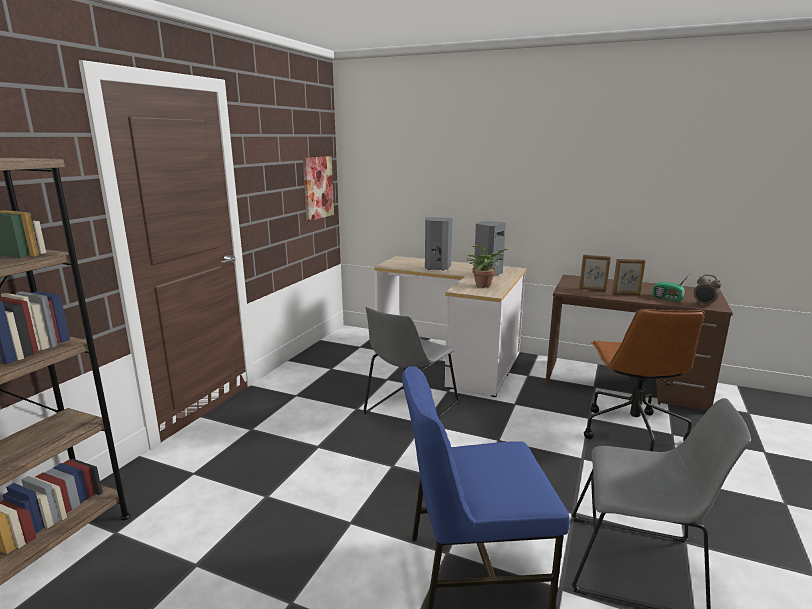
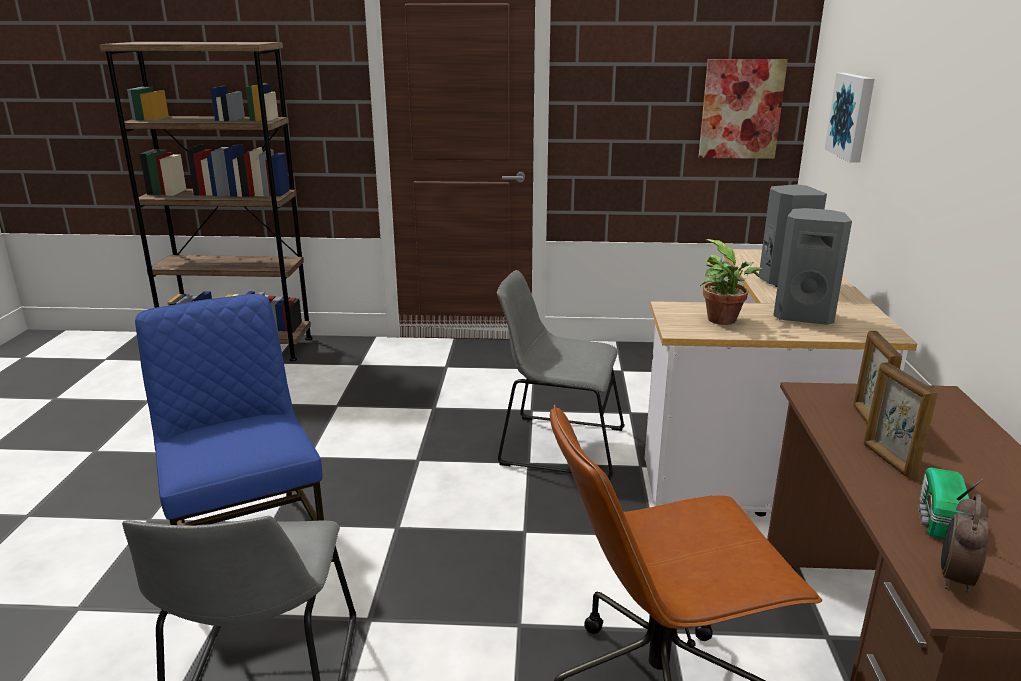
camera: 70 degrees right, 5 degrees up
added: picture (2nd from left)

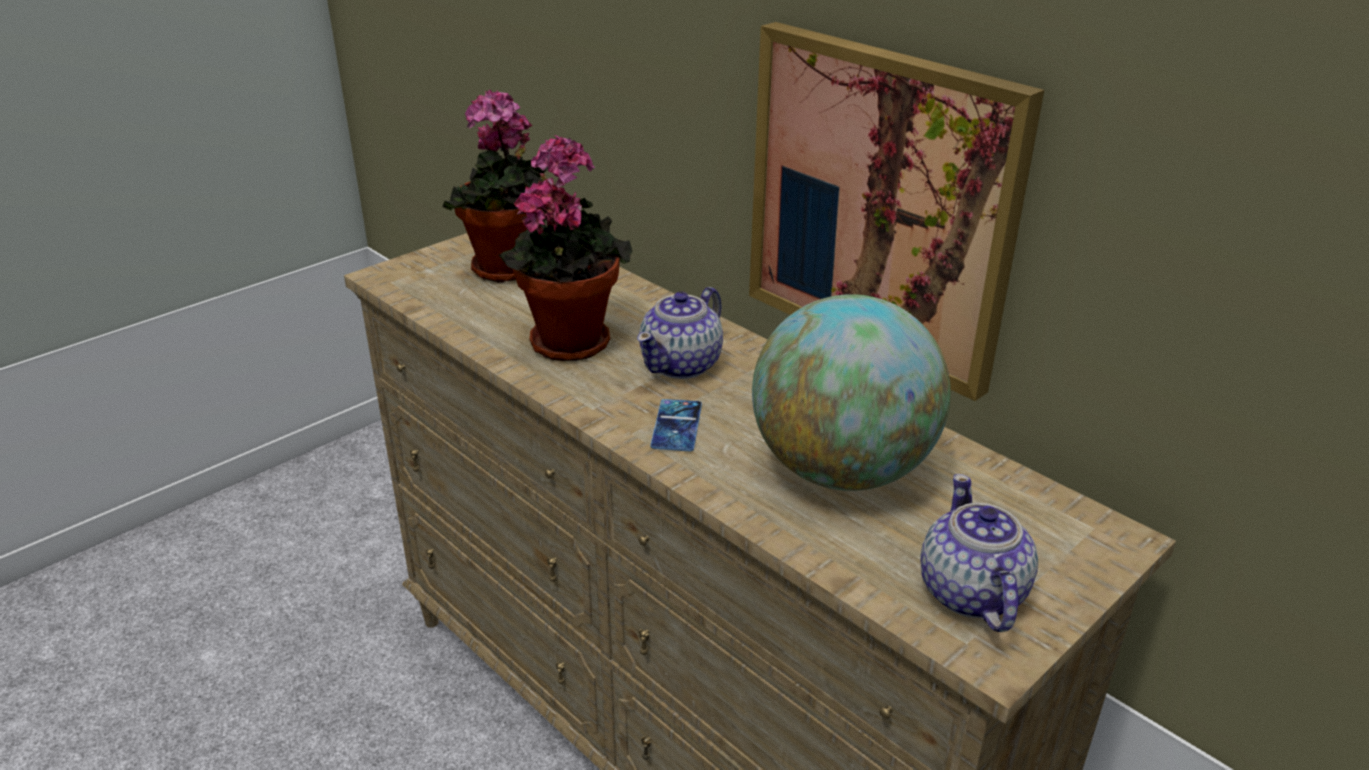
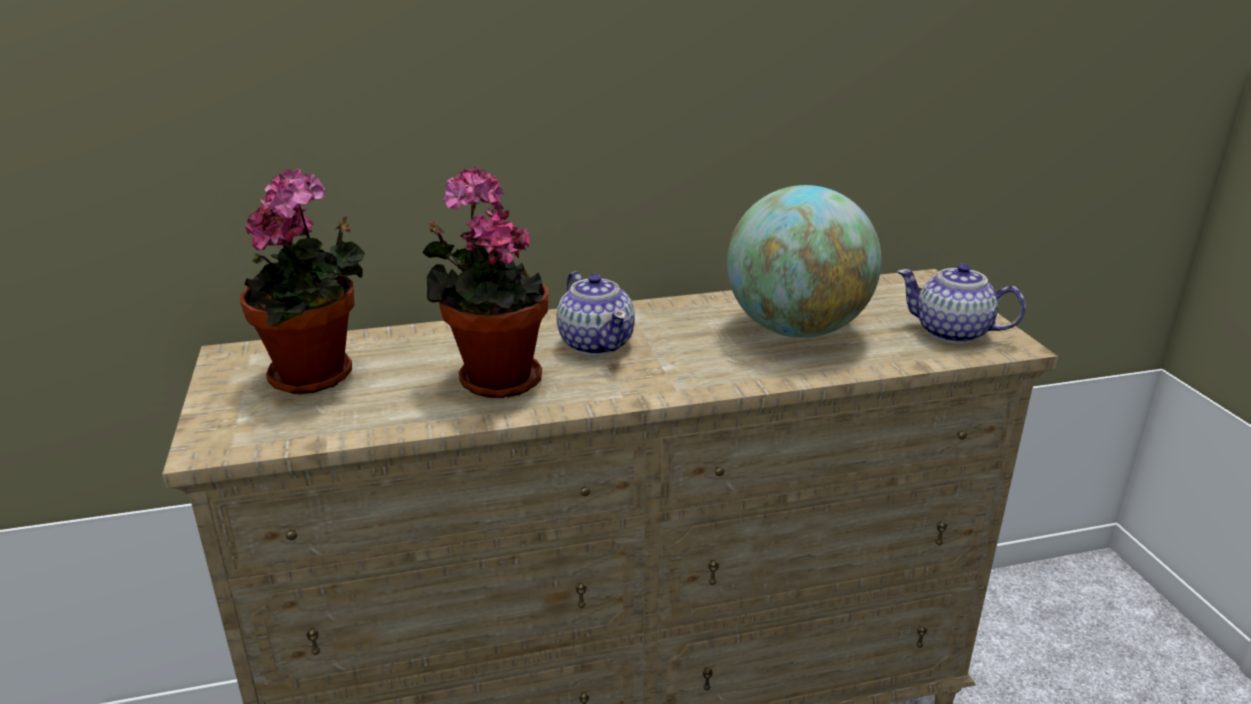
camera: 60 degrees left, 5 degrees down
removed: phone; picture

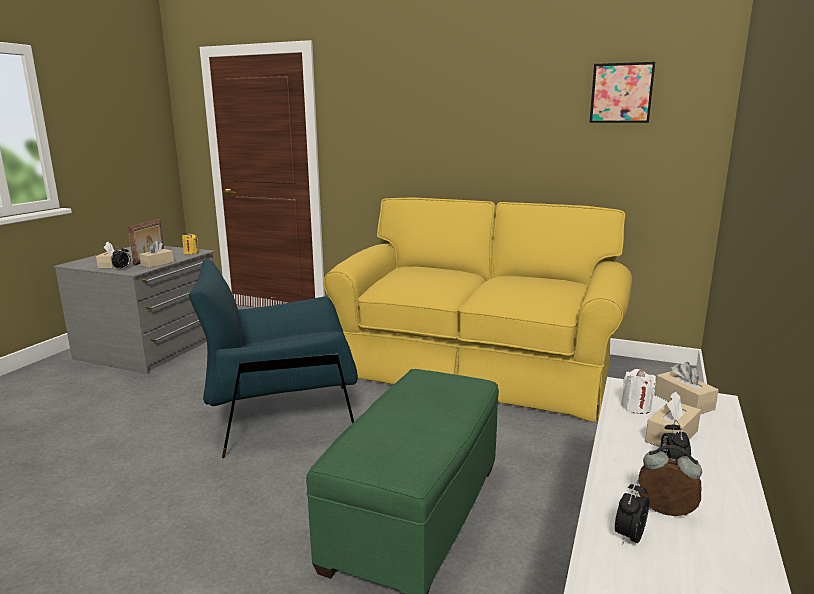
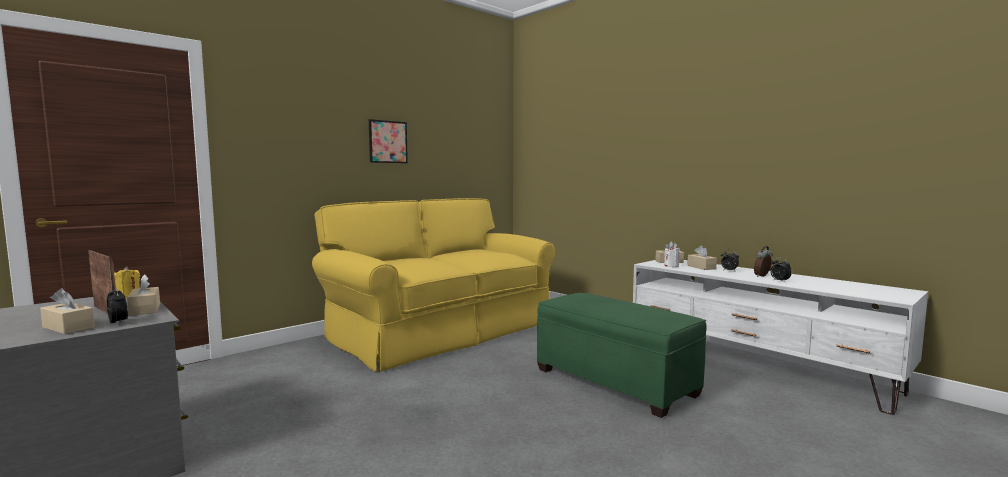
camera: 65 degrees left, 10 degrees down
removed: blue armchair
moved: picture

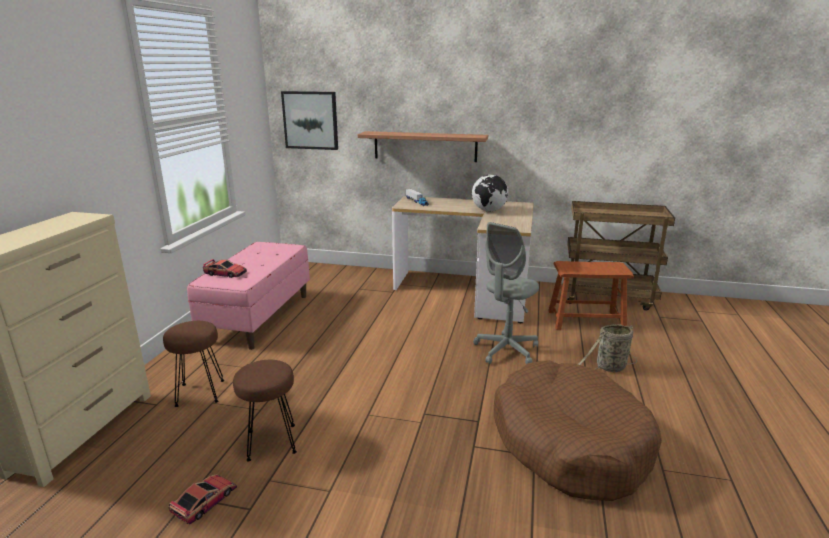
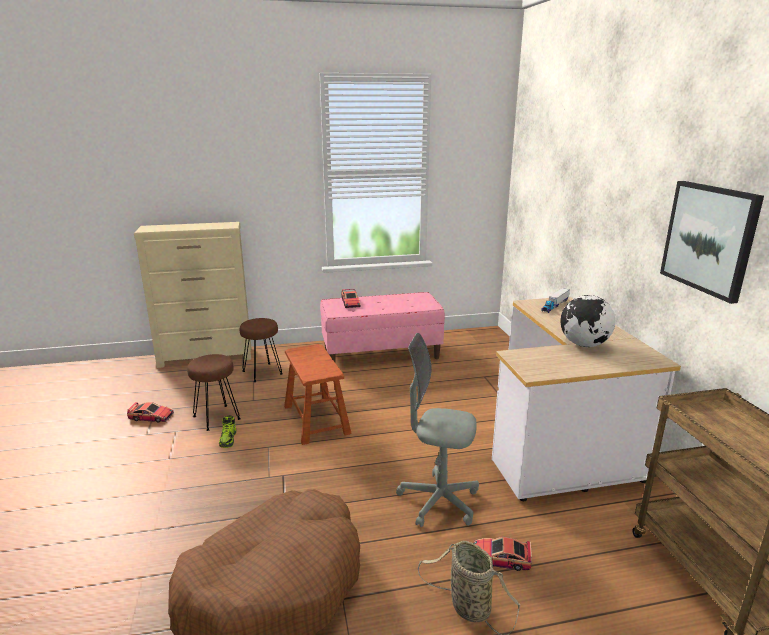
camera: 65 degrees right, 0 degrees up
removed: shelf
added: shoe; toy car (3rd from left)
moved: picture; brown stool (3rd from left)

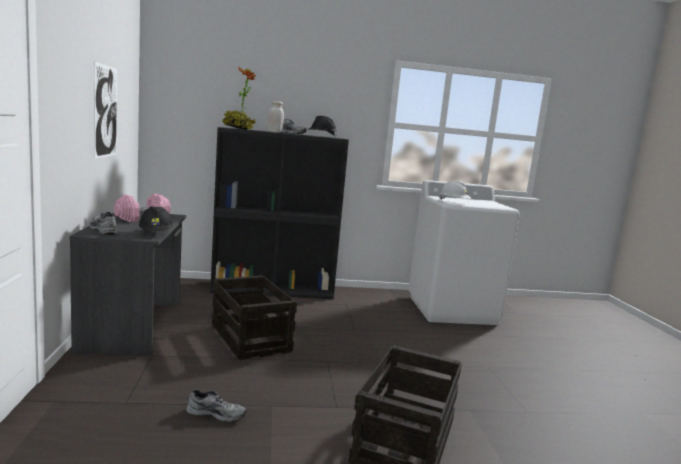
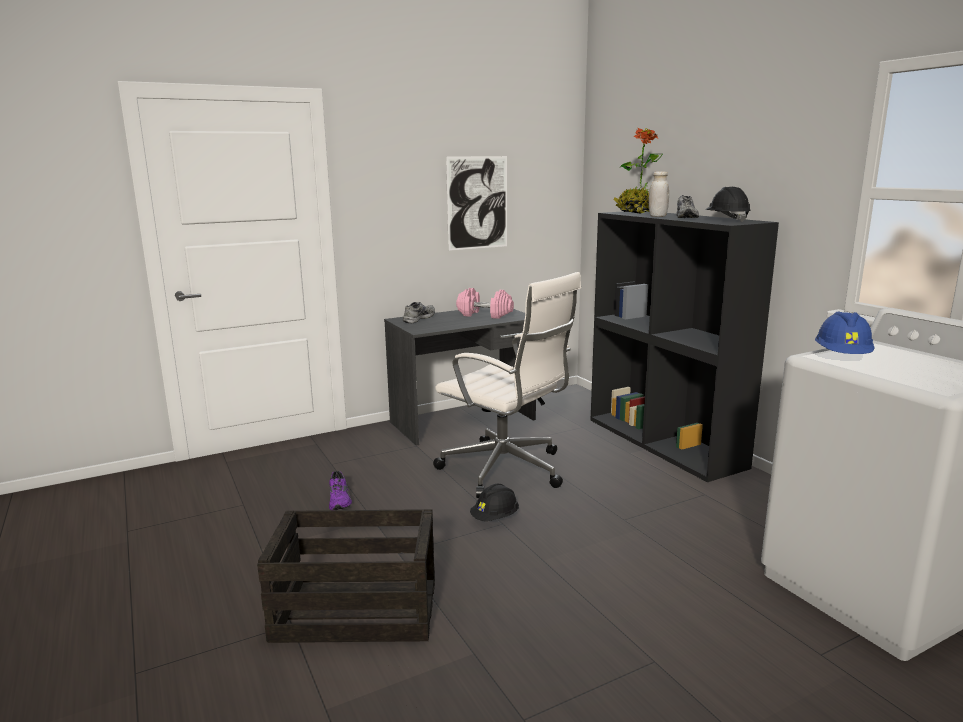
camera: 70 degrees right, 5 degrees up
moved: black hard hat (1st from left)
replaced: crate (1st from left) to white office chair
recoloured: grey shoe (2nd from left) to purple shoe; white hard hat to blue hard hat

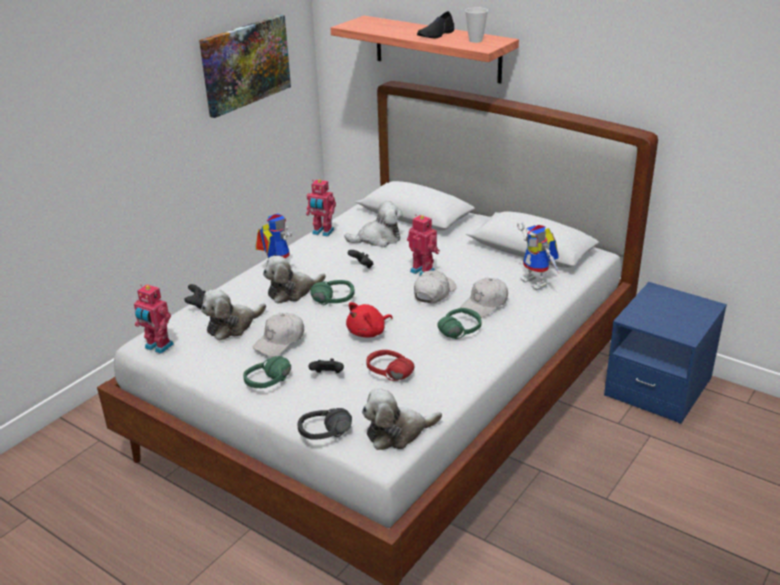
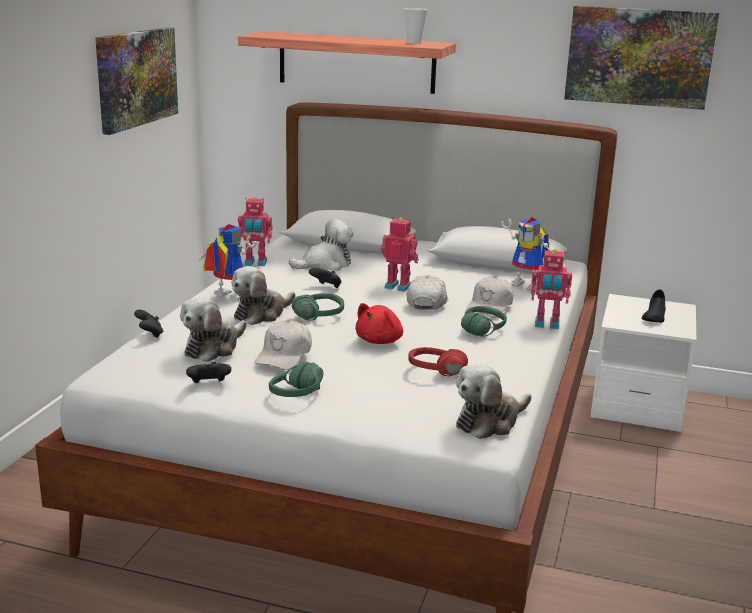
camera: 20 degrees left, 10 degrees down
removed: black headphones
added: picture (2nd from left)
moved: toy robot (1st from left in the first image) to toy robot (5th from left); black game controller (2nd from left); black shoe
recoloured: blue nightstand to white nightstand

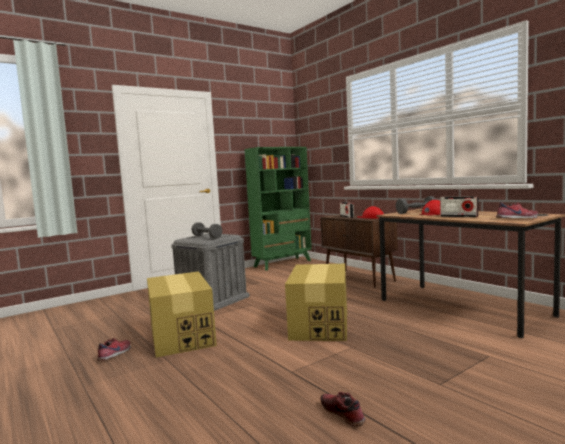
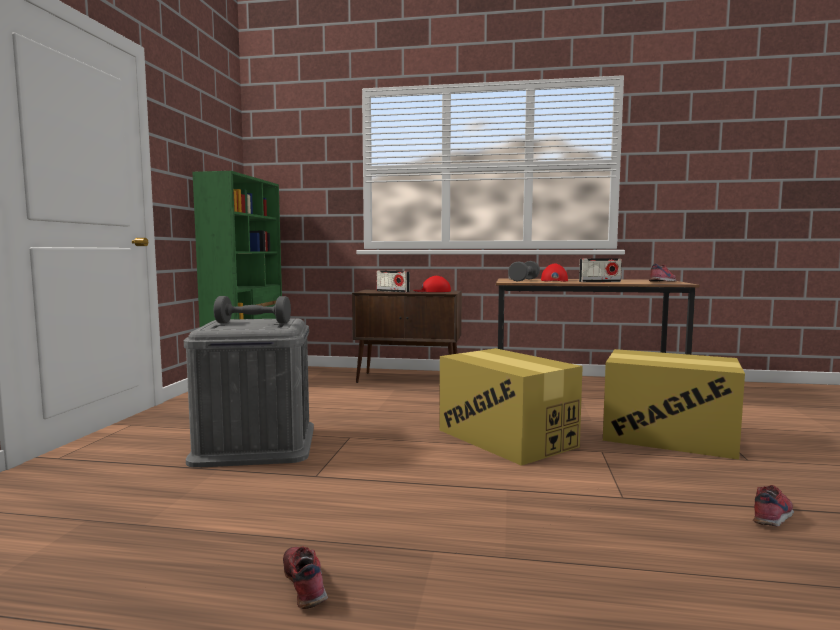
camera: 45 degrees left, 0 degrees up
moved: cardboard box (1st from left in the first image) to cardboard box (2nd from left)
turned: shoe (2nd from left in the first image) 120 degrees clockwise

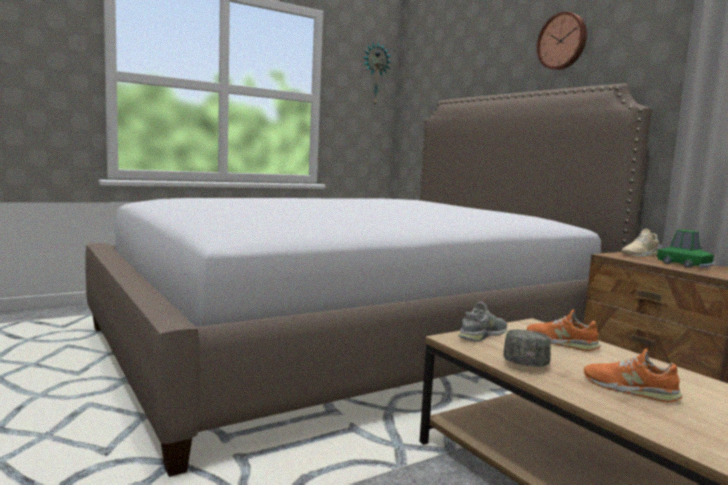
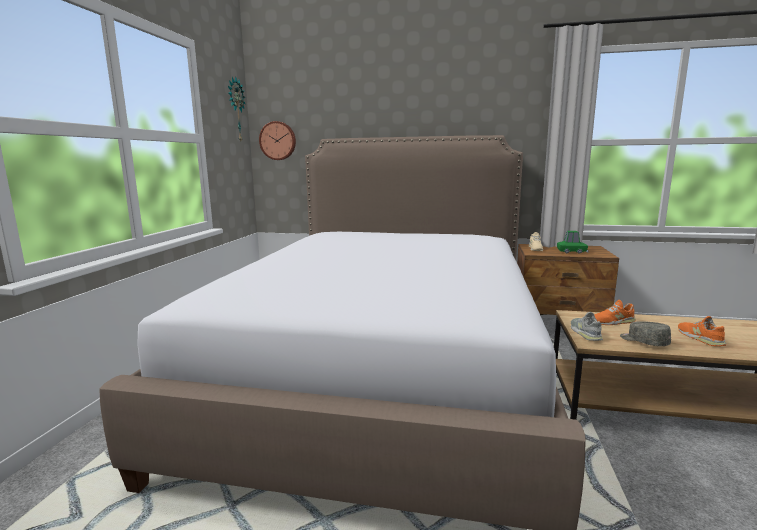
camera: 45 degrees left, 5 degrees up
moved: wall clock (2nd from left)
turned: orange shoe (2nd from left) 90 degrees clockwise

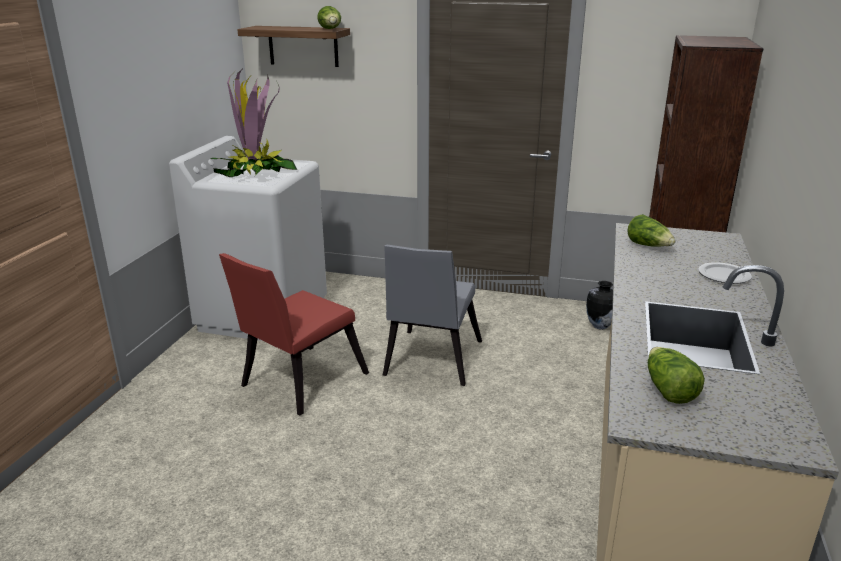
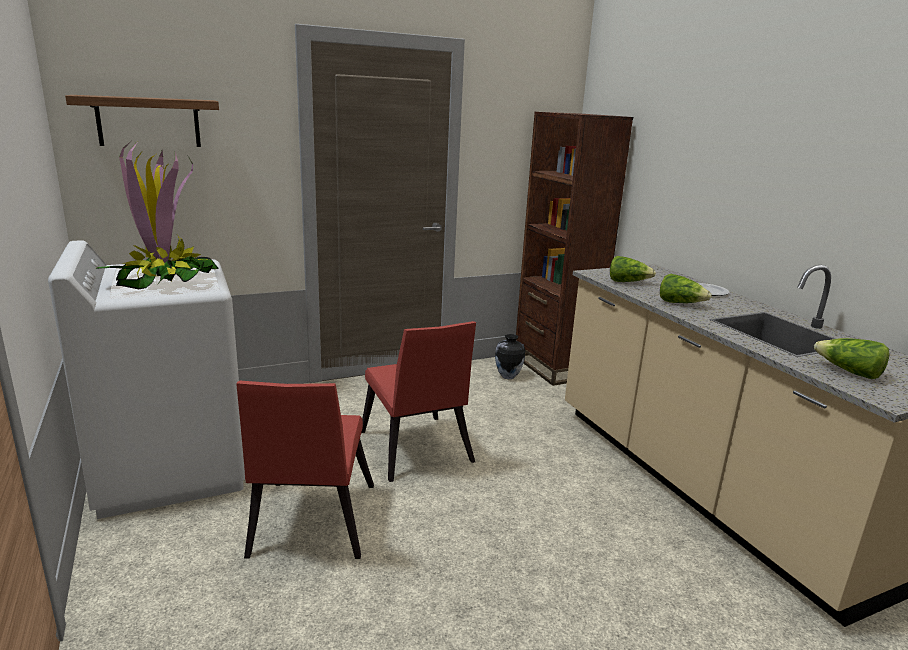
camera: 40 degrees left, 5 degrees down
moved: lettuce (1st from left in the first image) to lettuce (2nd from left)
recoloured: grey chair to red chair (2nd from left)

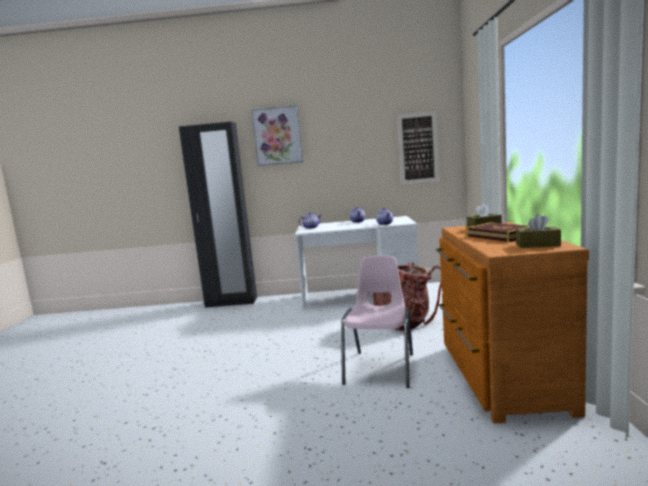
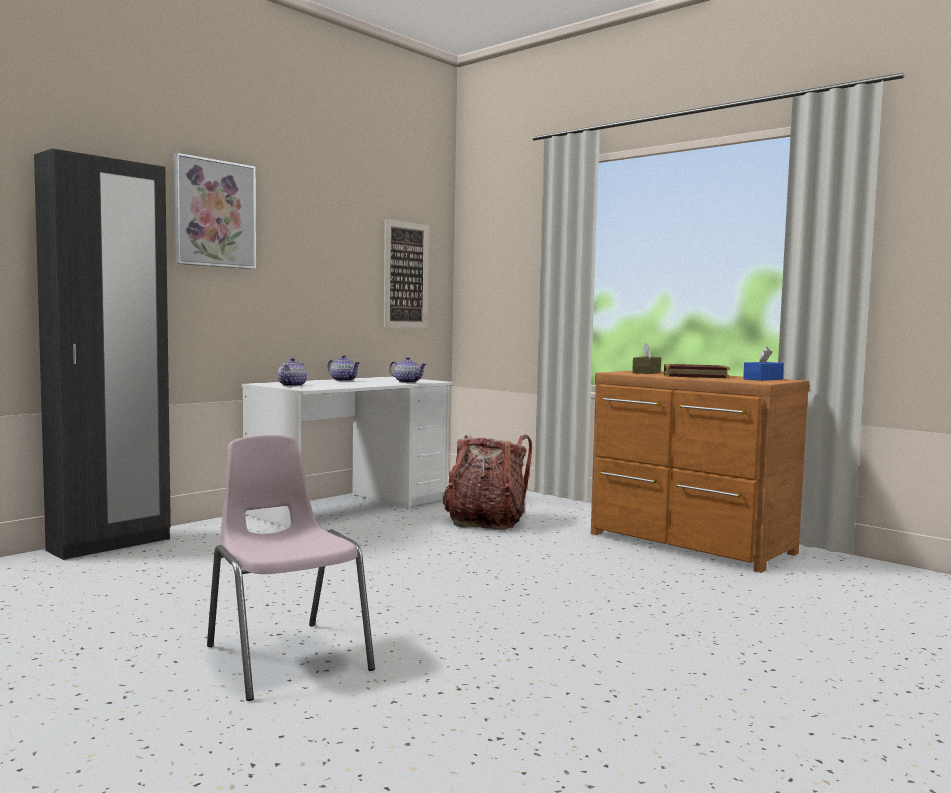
camera: 50 degrees left, 5 degrees down
moved: pink chair
recoloured: brown tissue box (2nd from left) to blue tissue box

